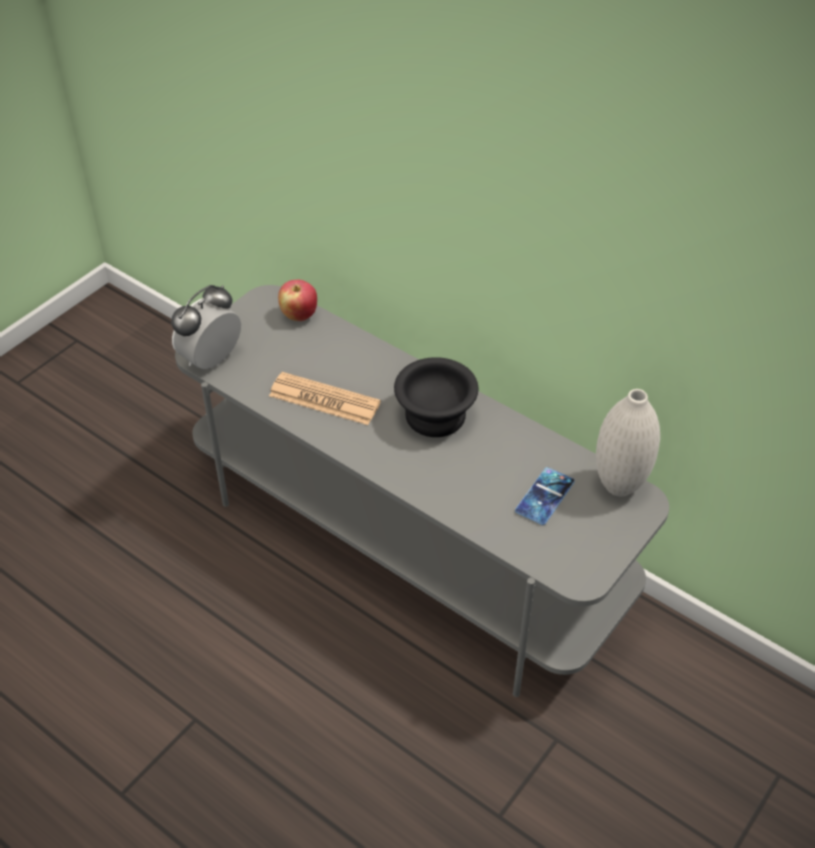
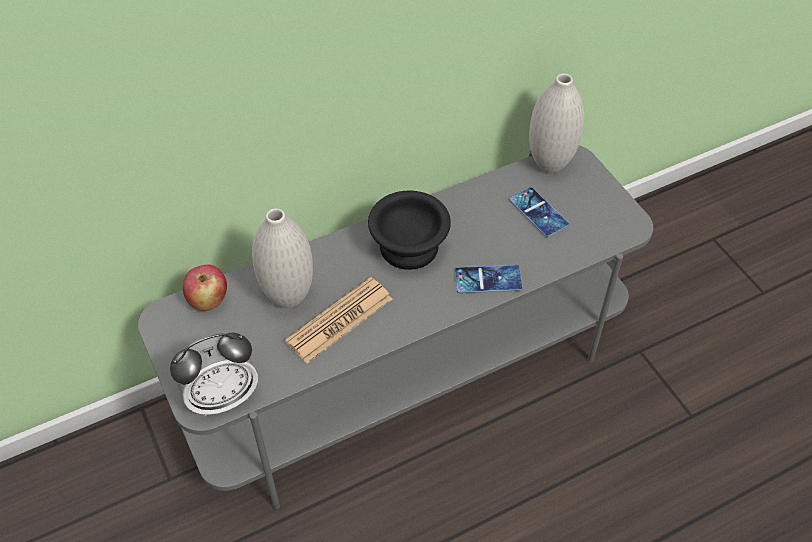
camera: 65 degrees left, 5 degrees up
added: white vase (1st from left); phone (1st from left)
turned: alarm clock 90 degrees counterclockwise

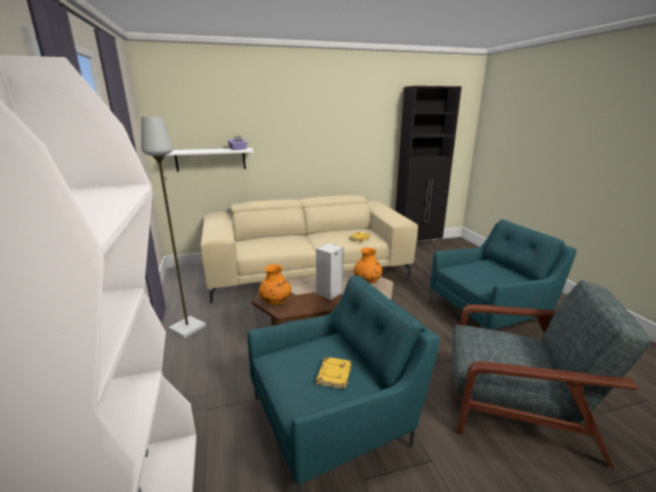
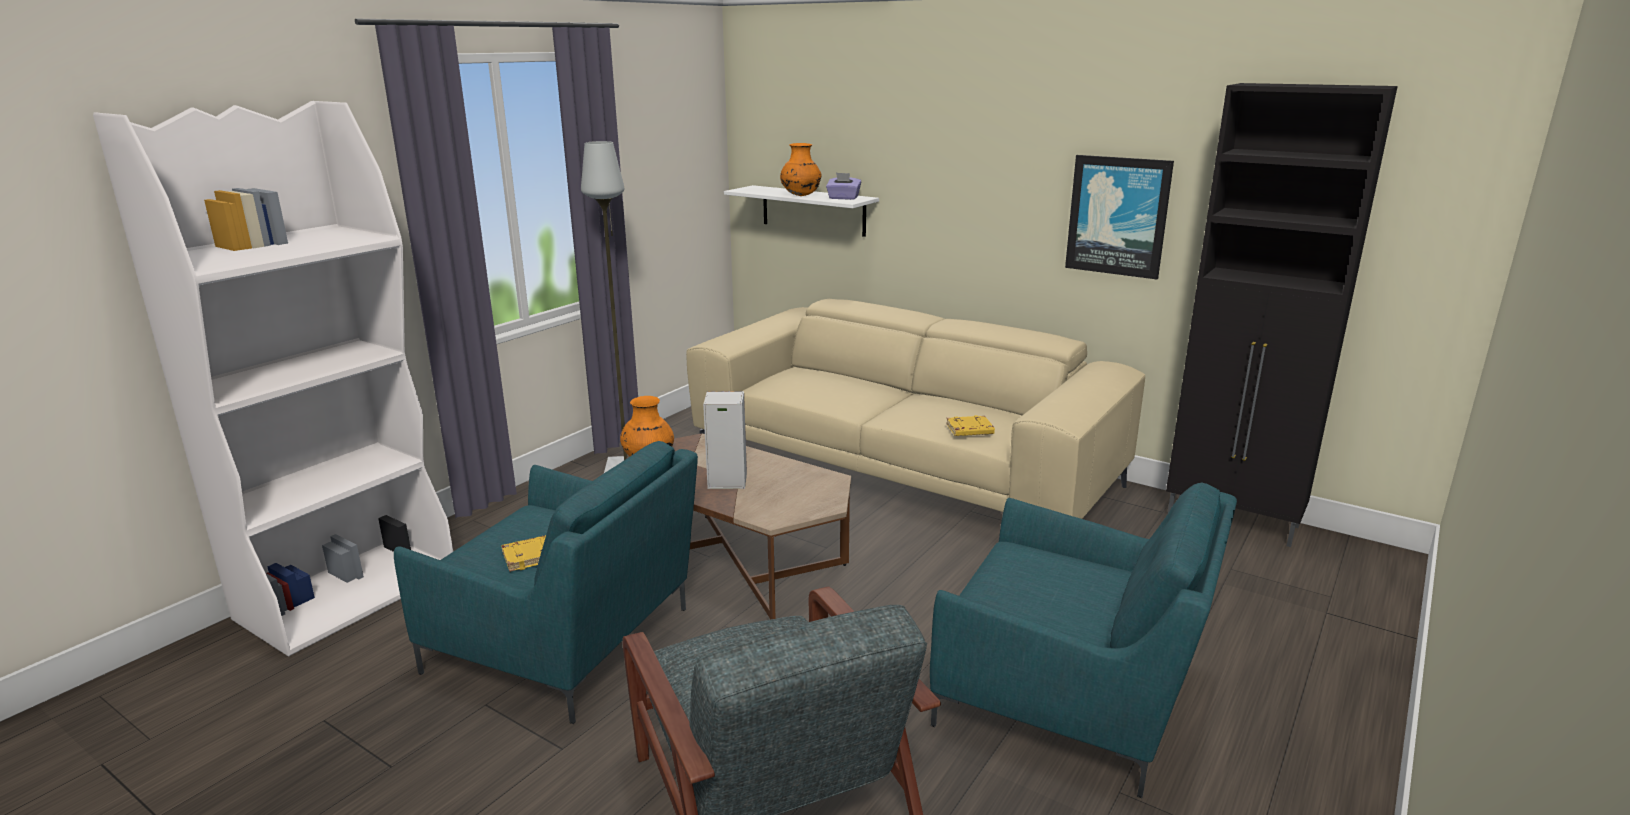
camera: 50 degrees right, 0 degrees up
added: picture
moved: orange vase (2nd from left)

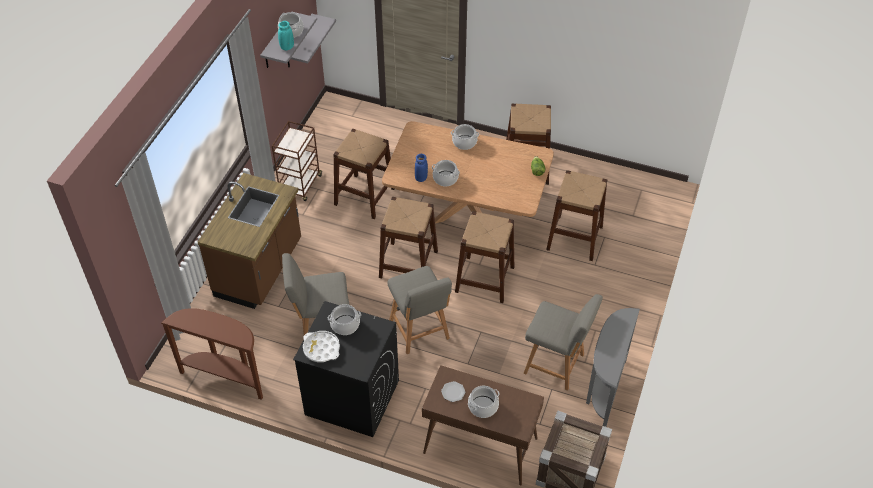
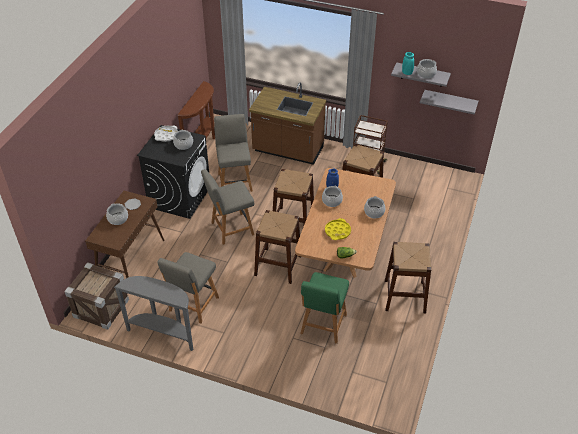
camera: 90 degrees right, 5 degrees down
added: yellow tray
replaced: brown stool (5th from left) to green chair

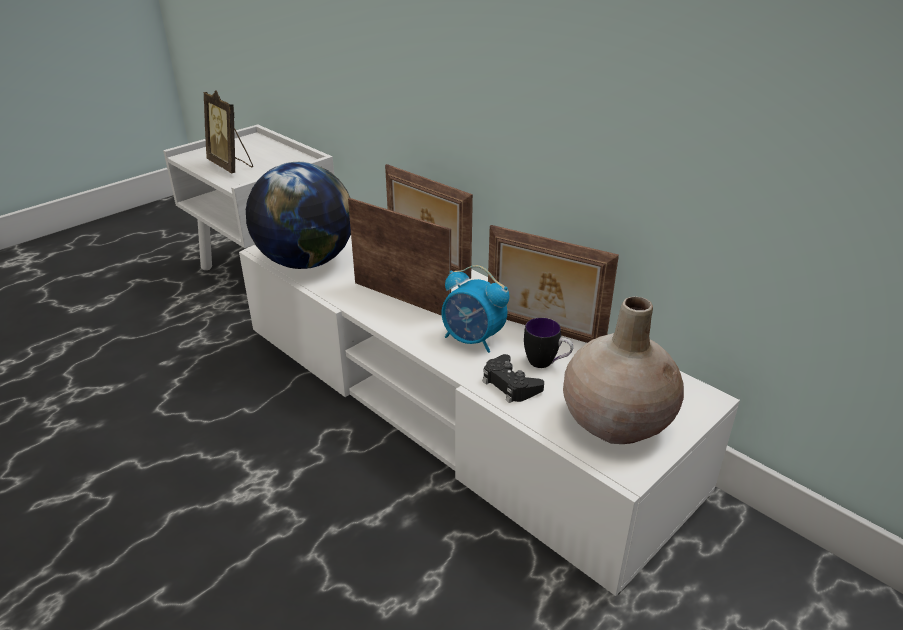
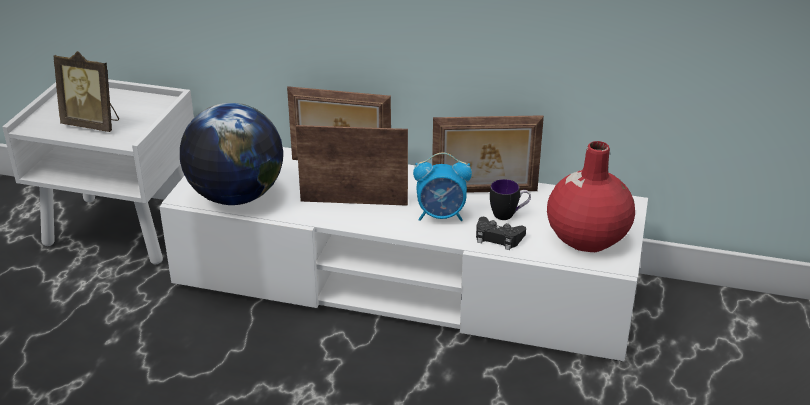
camera: 30 degrees left, 0 degrees up
recoloured: beige vase to red vase

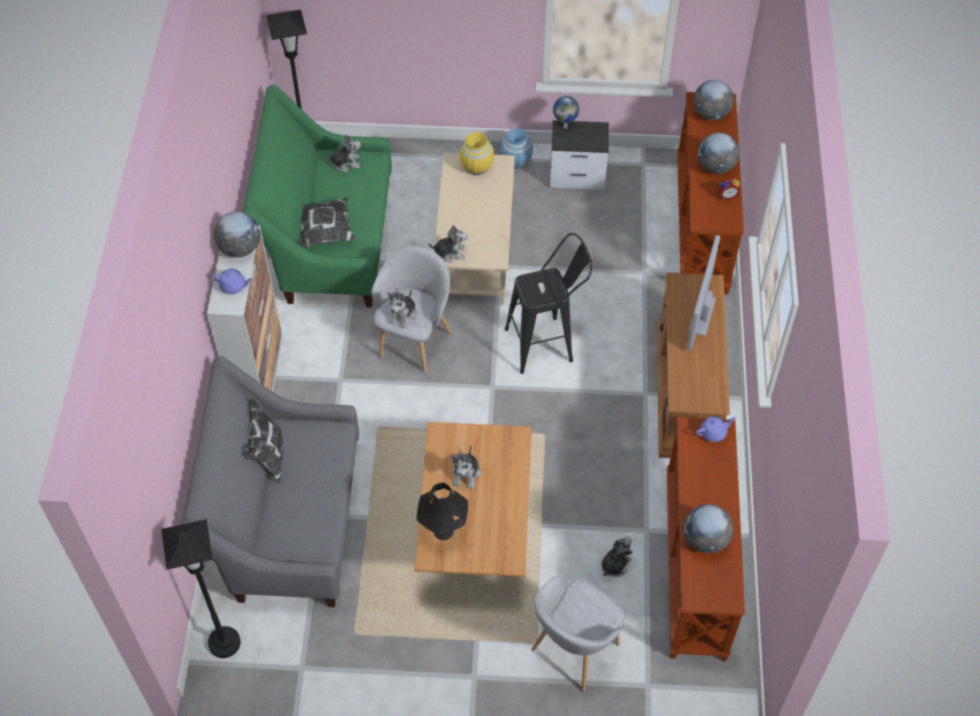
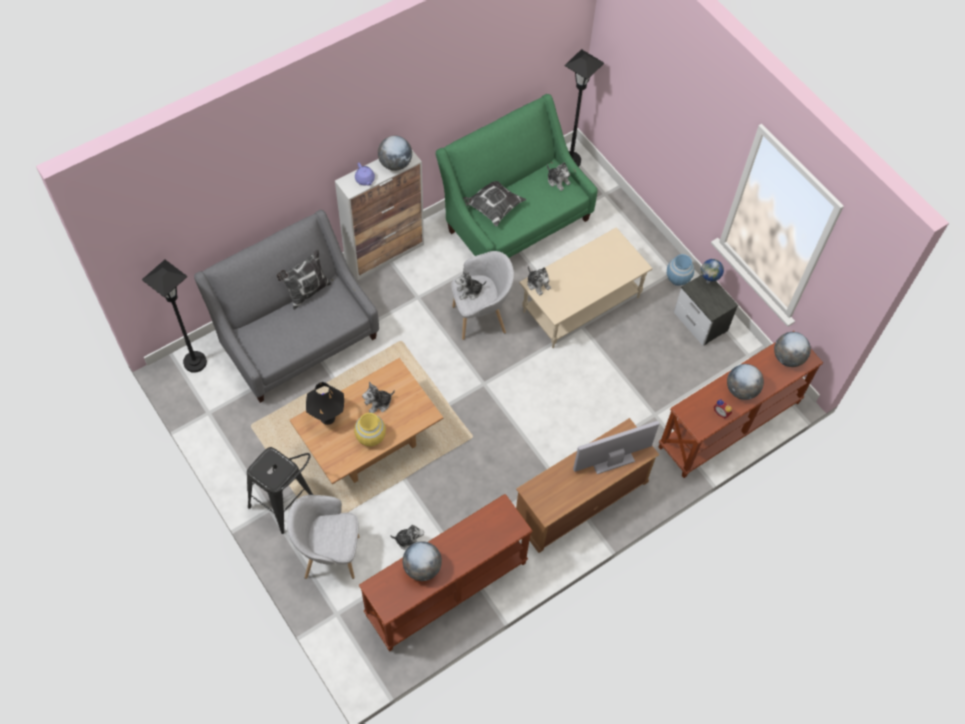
camera: 50 degrees right, 5 degrees up
removed: purple teapot (2nd from left)
moved: yellow vase; black stool

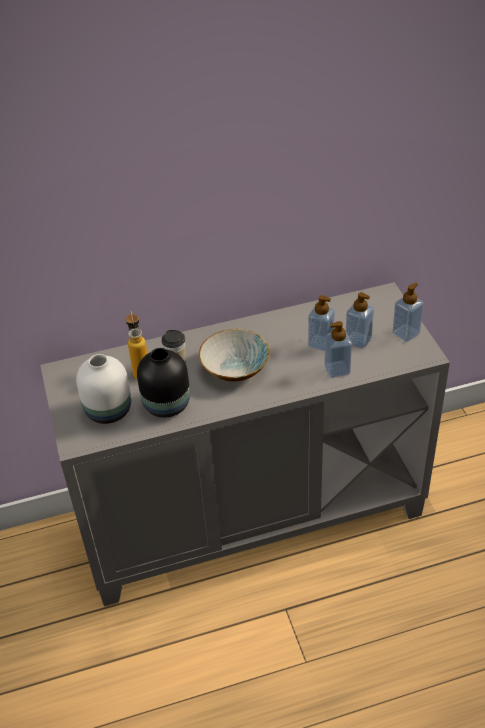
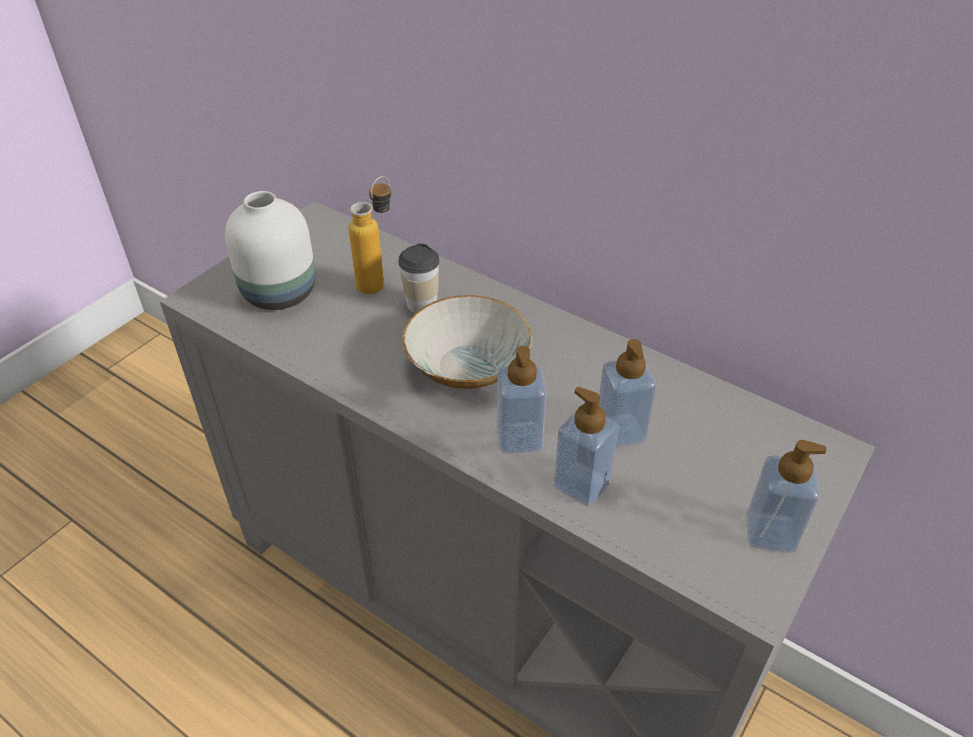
camera: 50 degrees right, 0 degrees up
removed: black vase
moved: soap dispenser (3rd from left in the first image) to soap dispenser (1st from left)

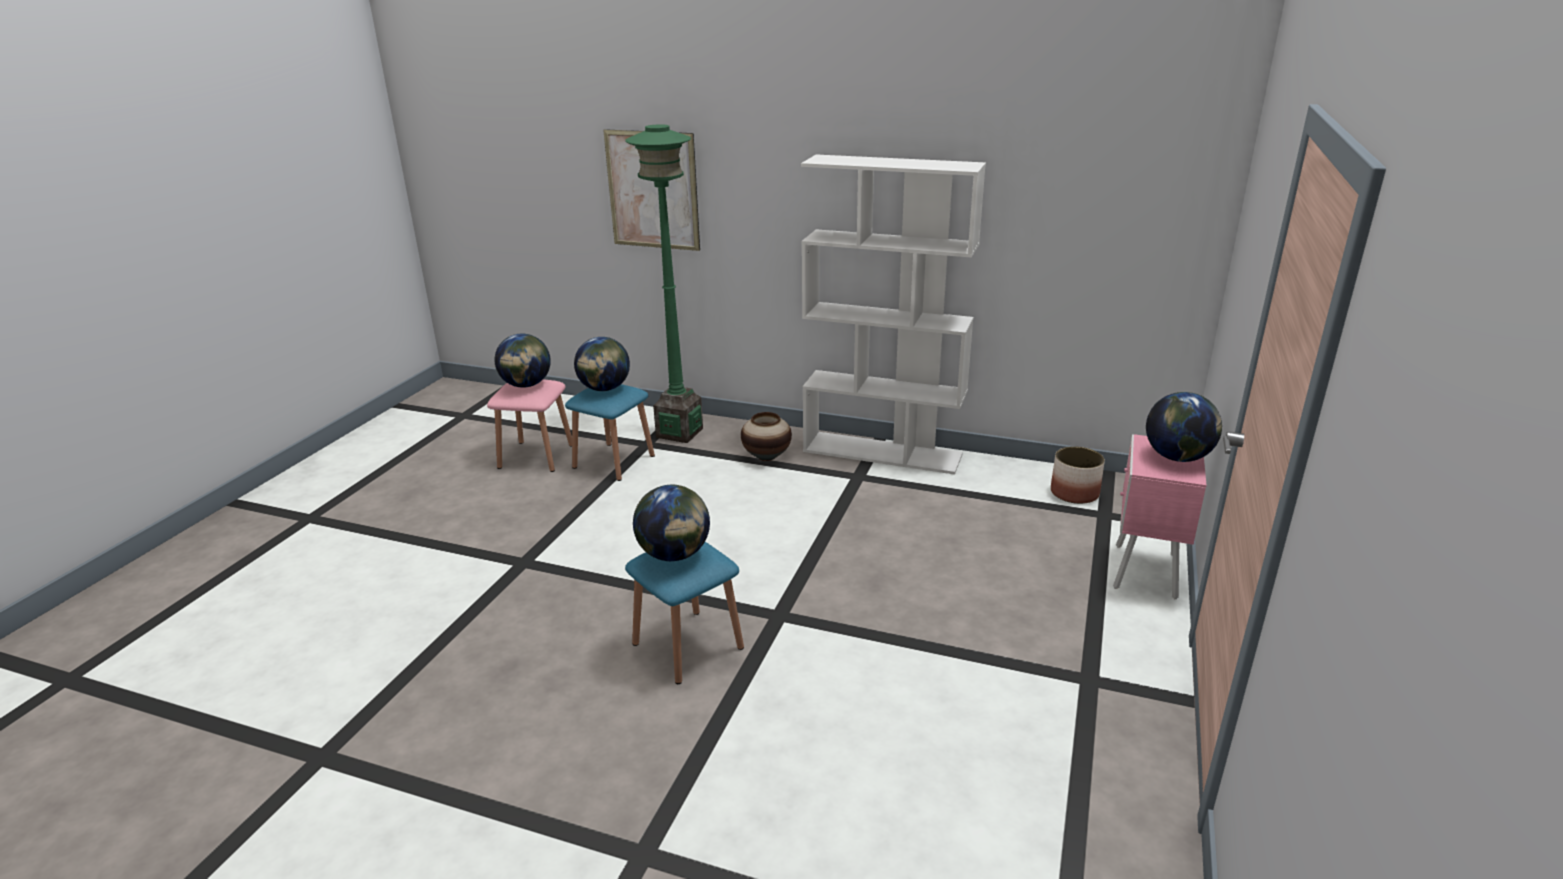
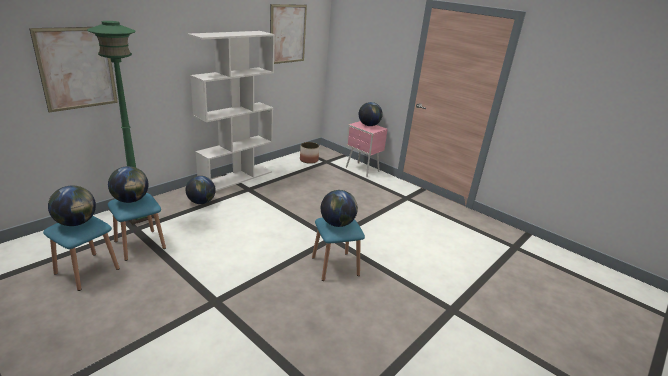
camera: 70 degrees left, 0 degrees up
added: picture (2nd from left)
replaced: vase to globe (3rd from left)
recoloured: pink stool to blue stool (1st from left)

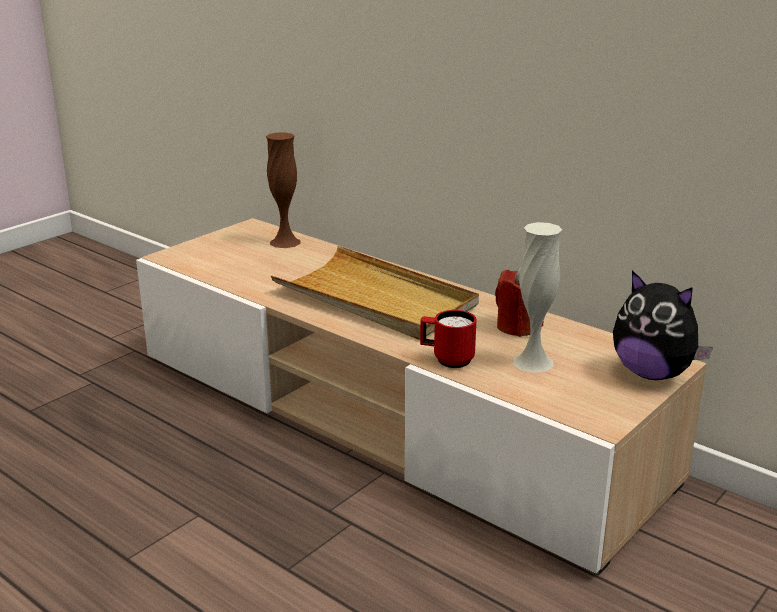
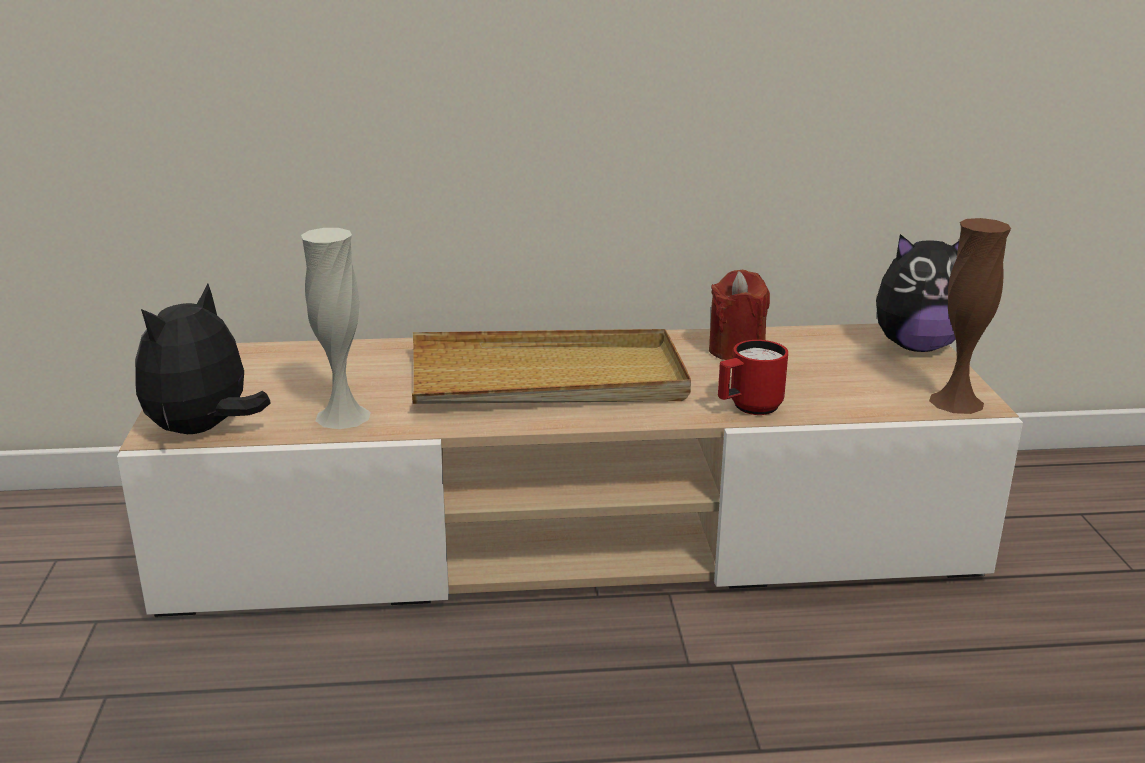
camera: 45 degrees left, 0 degrees up
added: plush toy (1st from left)
moved: brown vase; white vase

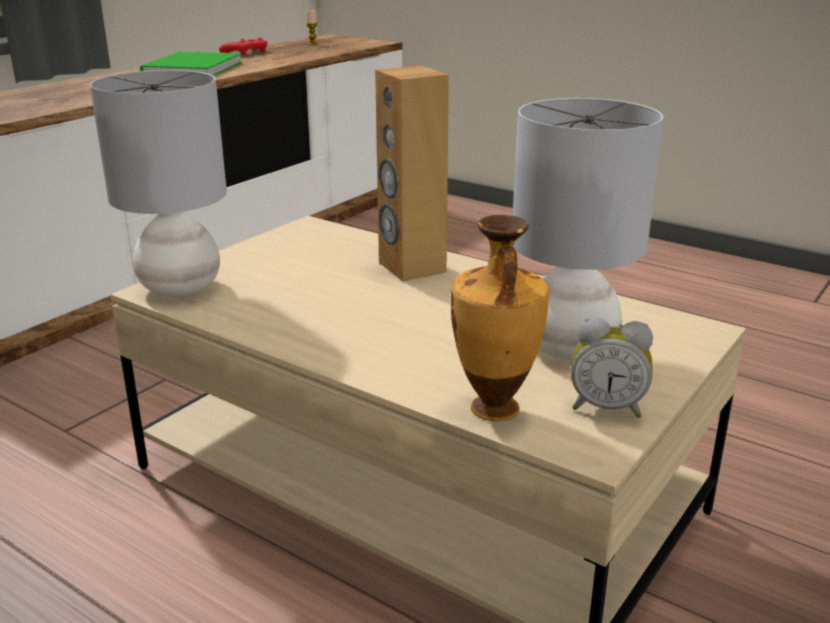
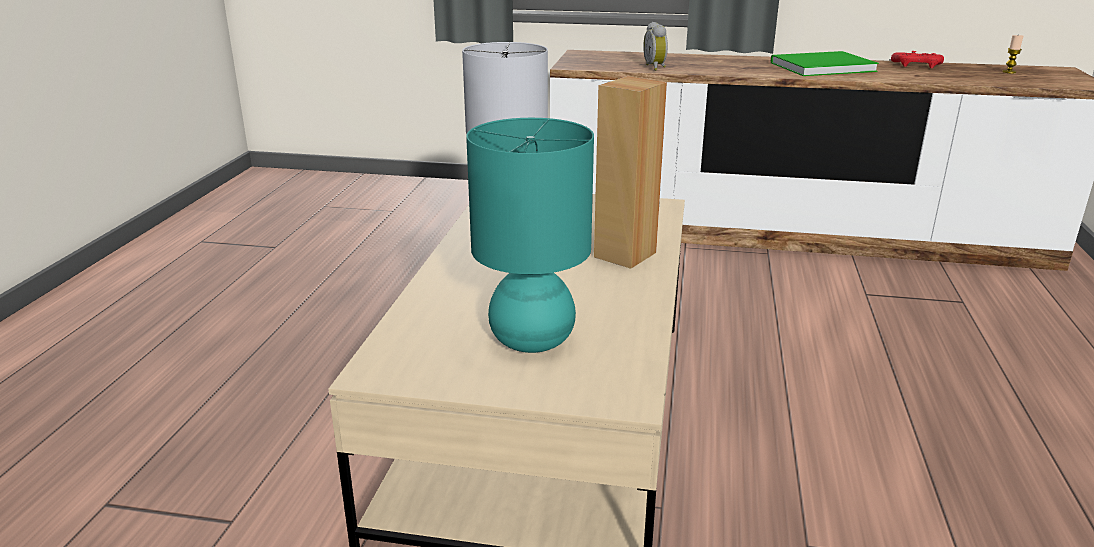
camera: 65 degrees right, 0 degrees up
removed: vase
moved: alarm clock
recoloured: grey table lamp (2nd from left) to turquoise table lamp

